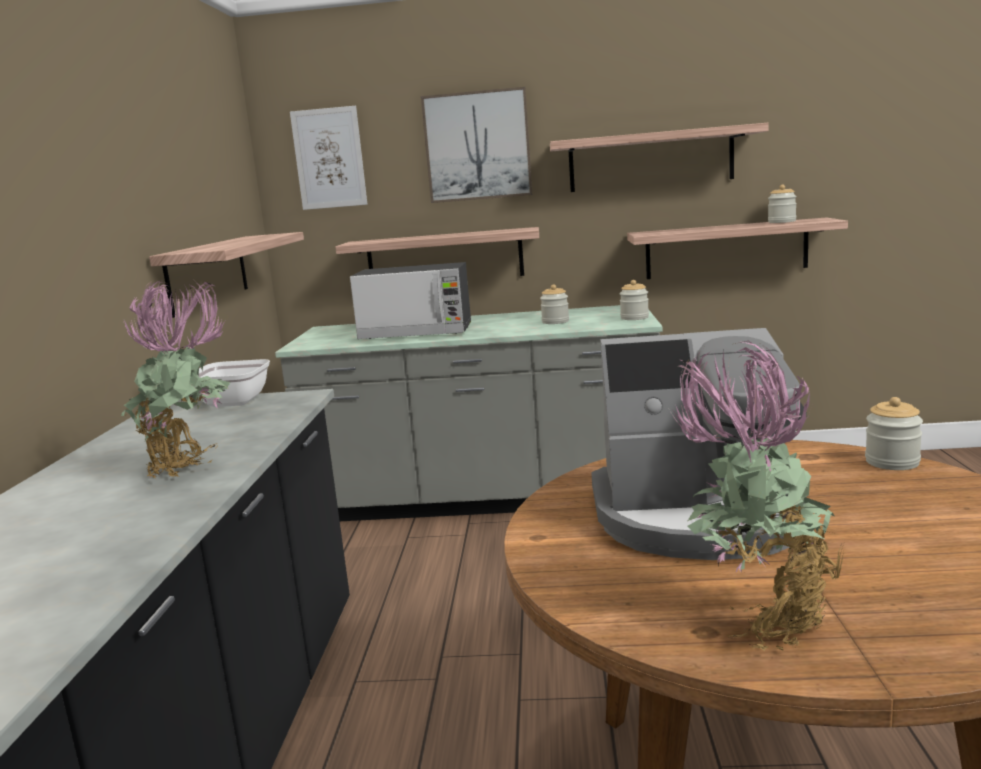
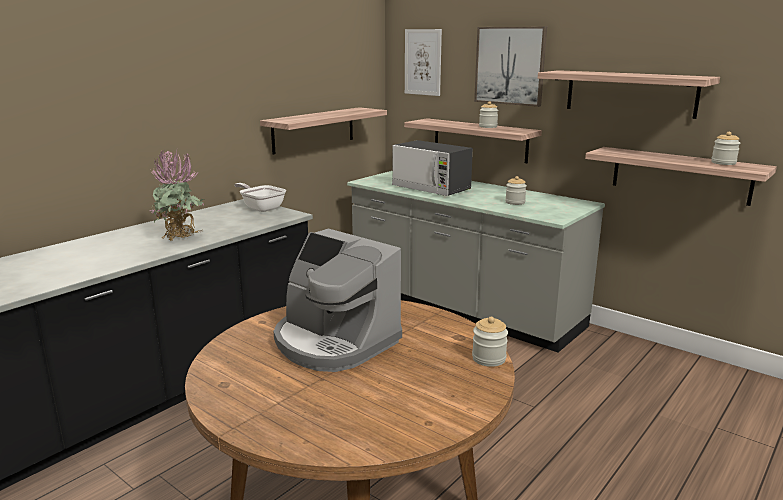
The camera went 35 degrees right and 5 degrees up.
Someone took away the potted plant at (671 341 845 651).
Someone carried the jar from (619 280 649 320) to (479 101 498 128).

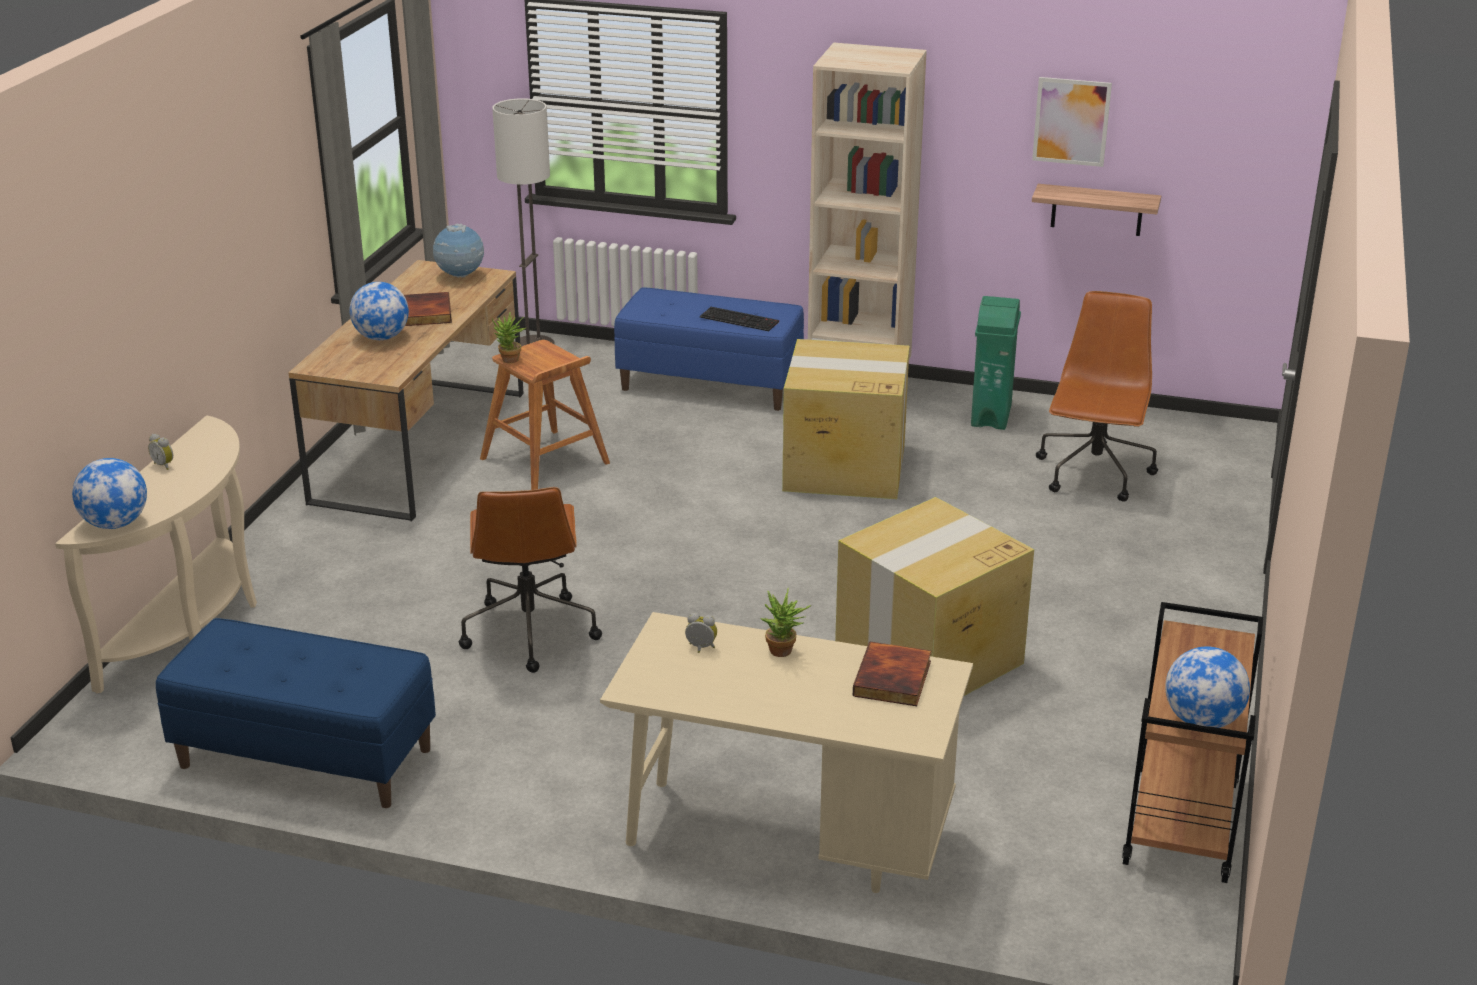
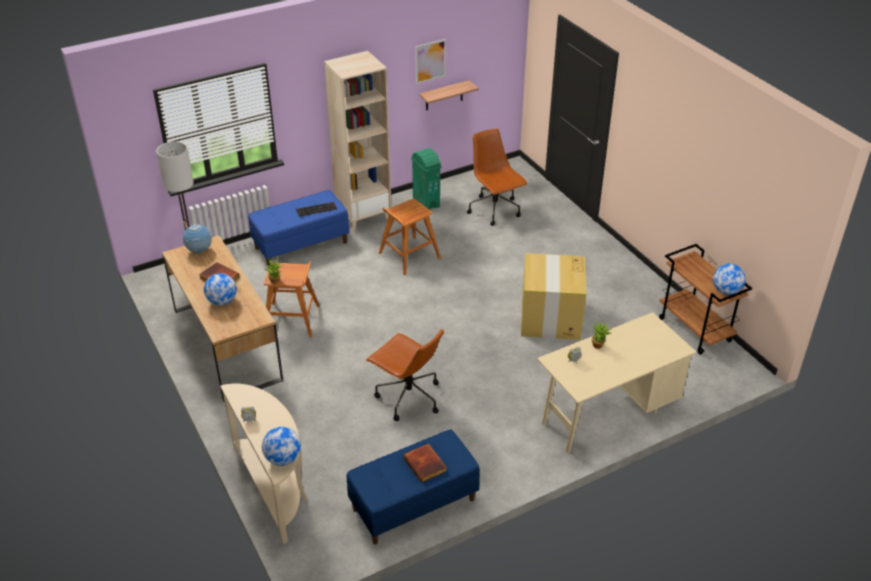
The camera went 45 degrees left and 10 degrees up.
Someone carried the bound book from (853 642 931 706) to (404 443 447 483).
Someone swapped the carton at (782 339 909 499) for the brown-coloured stool seat at (379 199 441 276).

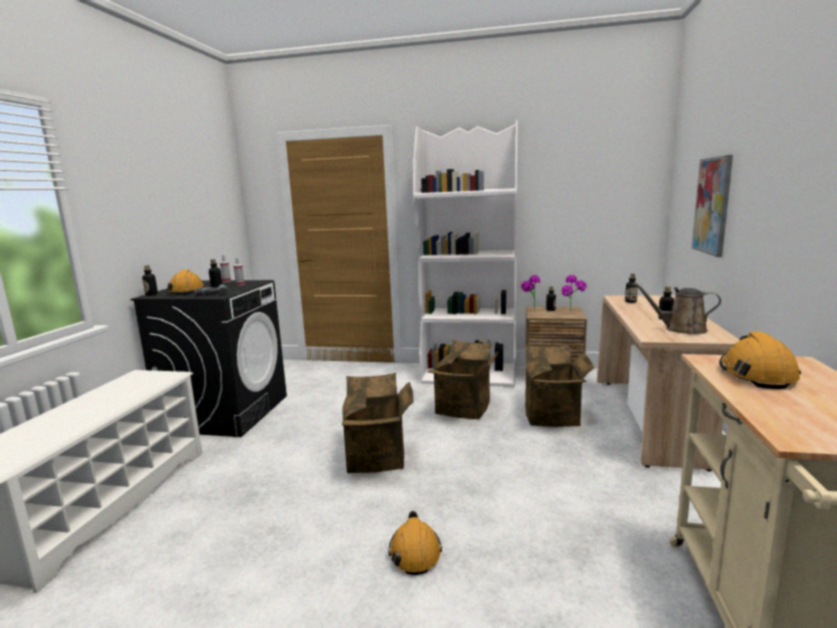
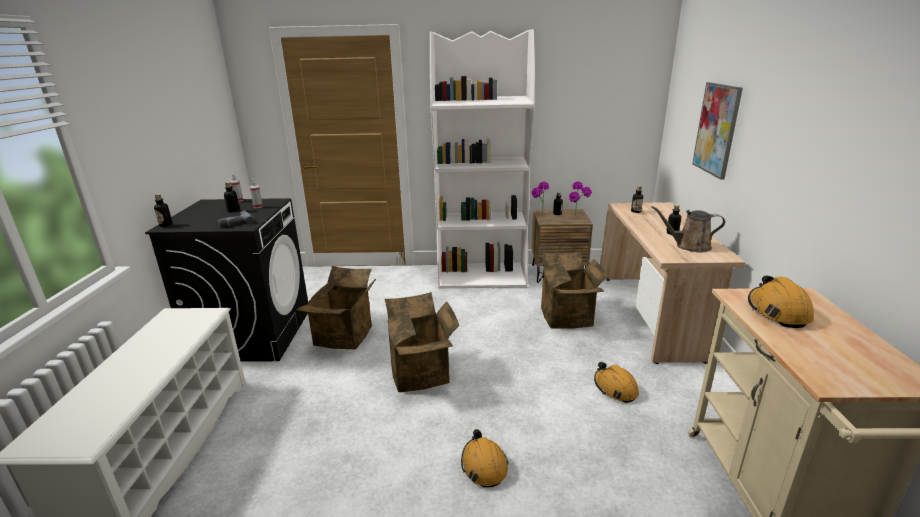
The camera went 10 degrees left and 10 degrees up.
Someone carried the orangey hard hat from (167 269 205 295) to (594 362 639 403).
Someone carried the carton from (427 340 499 419) to (296 266 376 349).

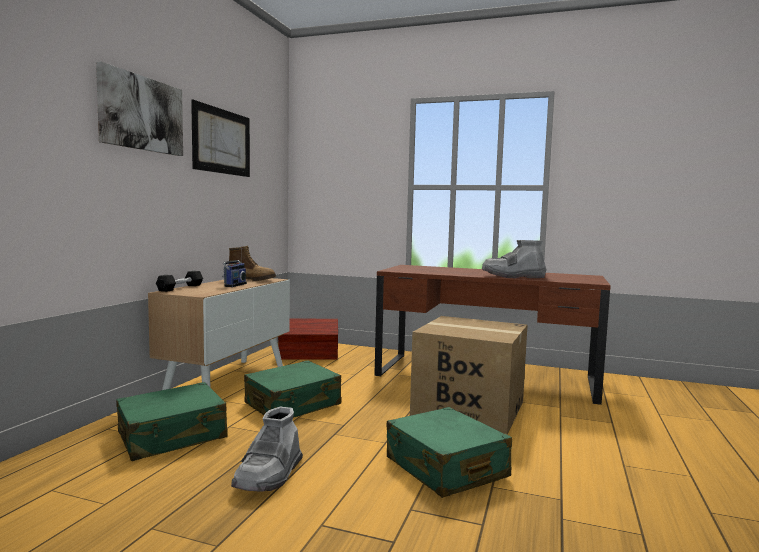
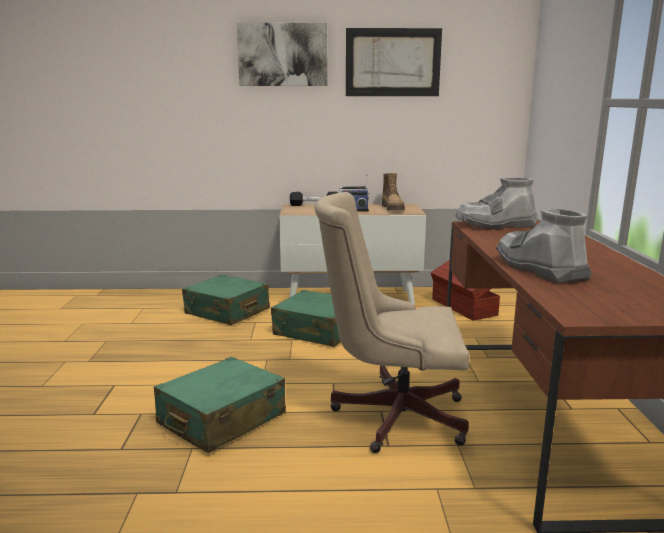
The camera went 70 degrees right and 10 degrees up.
Someone carried the greyish high-top boot from (231 407 303 492) to (456 178 537 230).
Someone swapped the carton at (410 316 527 434) for the beige computer chair at (314 192 469 453).

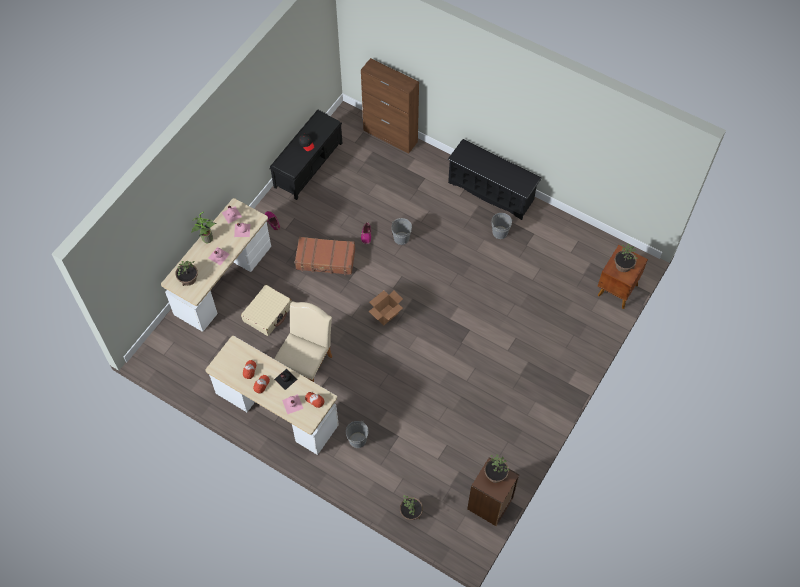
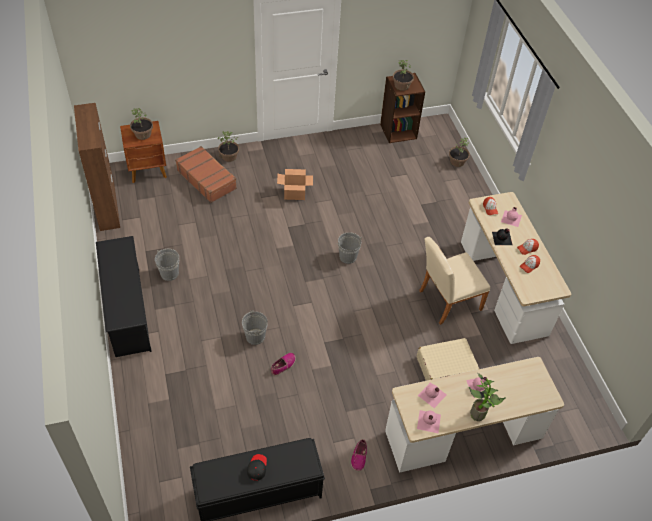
The camera went 140 degrees left and 10 degrees down.
Someone carried the potted plant from (176 260 198 286) to (218 131 239 162).
Someone carried the brown-coloured piece of luggage from (295 237 355 275) to (175 146 237 203).
Someone carried the greyish water bucket from (346 421 369 448) to (338 232 362 264).
Someone carried the brown-coloured cabinet from (361 58 419 153) to (74 103 120 231).
Someone carried the carton from (369 291 403 325) to (277 169 313 200).

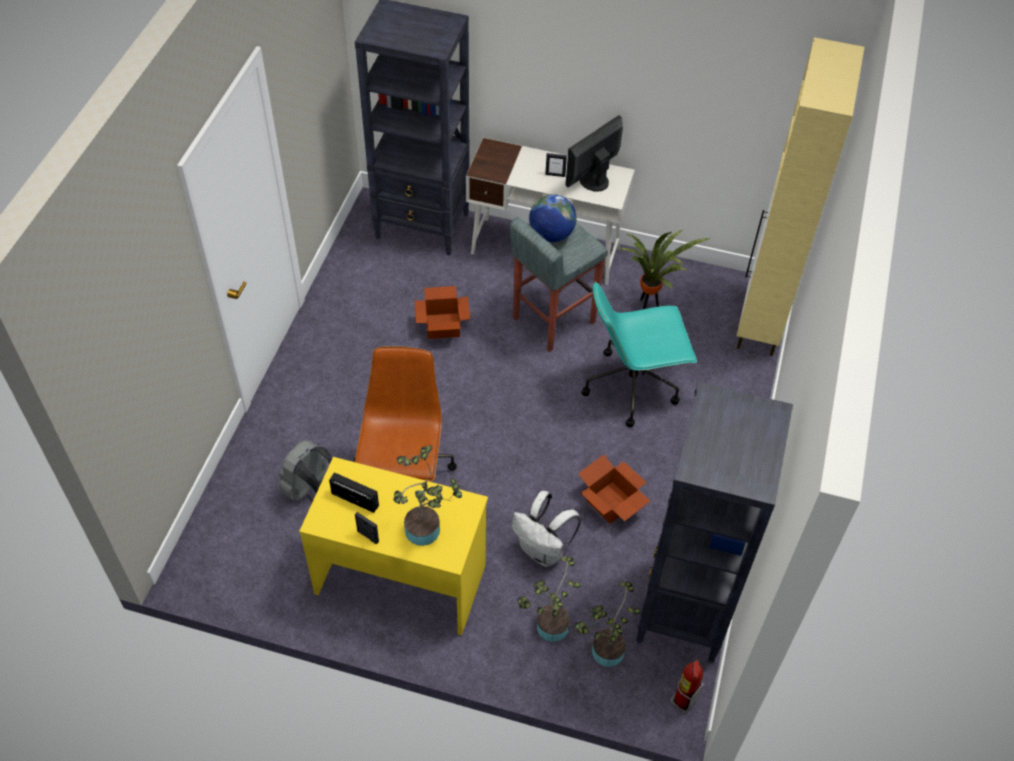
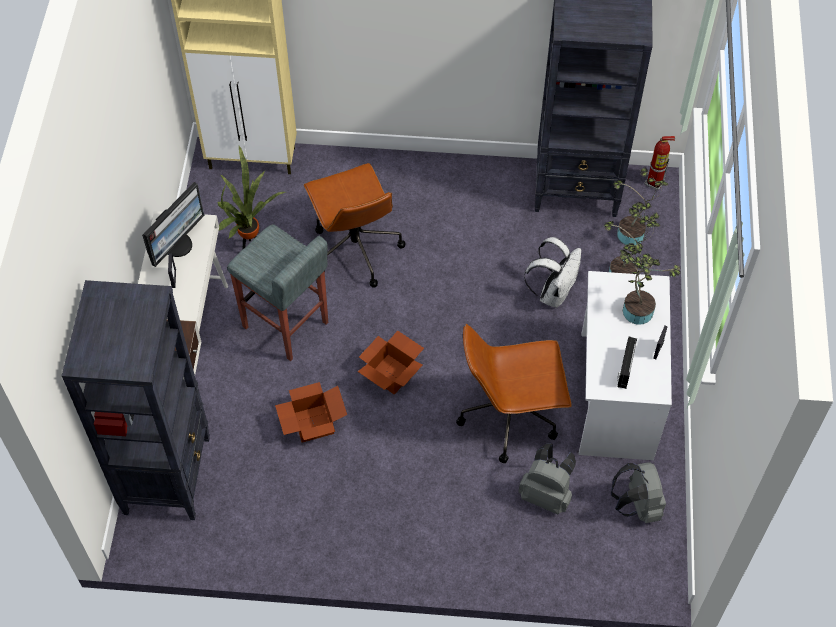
The camera went 100 degrees left and 5 degrees up.
Someone took away the globe at (529 194 577 242).
Someone put down the greyish rucksack at (611 462 666 523).
Someone carried the carton from (578 455 650 524) to (357 331 424 394).
Someone repainted the yellow-coloured desk table at (299 457 488 635), which became the white-coloured desk table at (579 271 672 460).
Someone repainted the turquoise-coloured computer chair at (581 281 697 427), which became the brown-coloured computer chair at (304 163 406 288).
Someone rotated the computer display at (565 115 623 192) by 90 degrees counterclockwise.

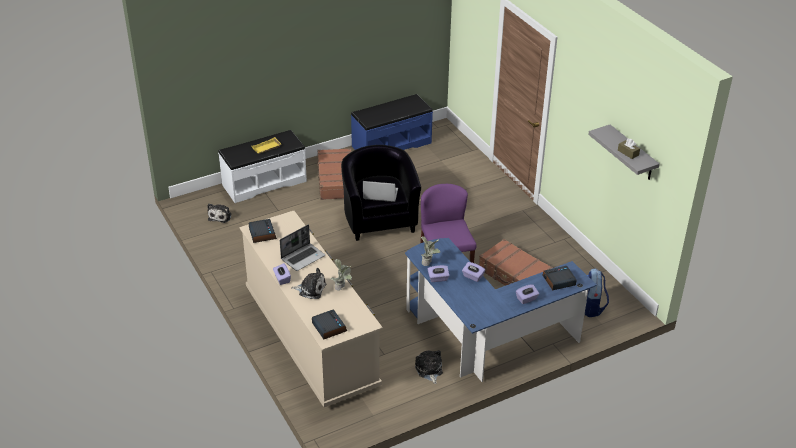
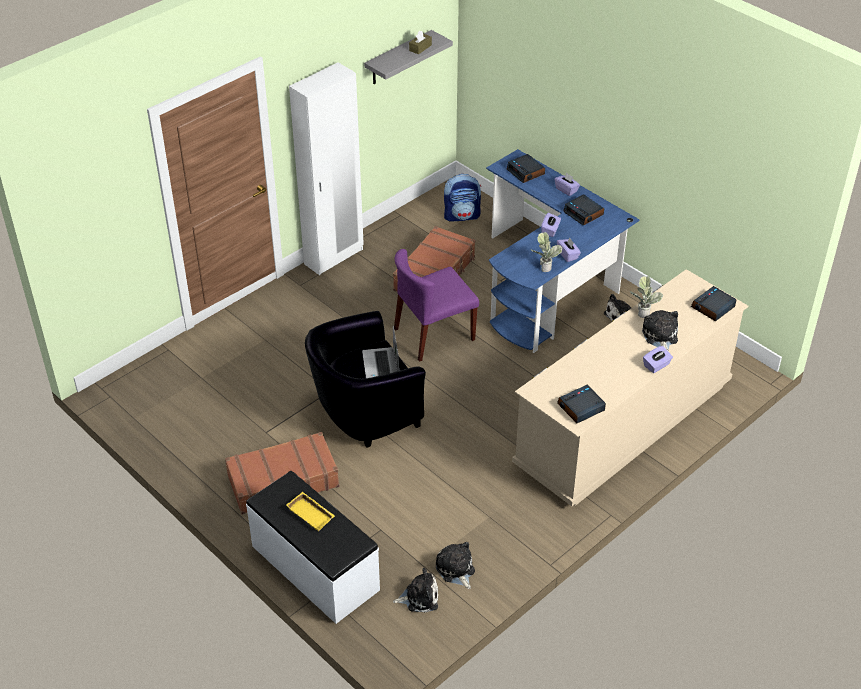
The camera went 105 degrees left and 5 degrees up.
Someone took away the laptop at (280 224 325 271).
Someone took away the blue bench at (351 94 433 150).
Someone put down the white-coloured armoire at (289 62 364 275).
Someone put down the soft toy at (436 542 475 589).
Someone put down the table clock at (563 194 604 226).

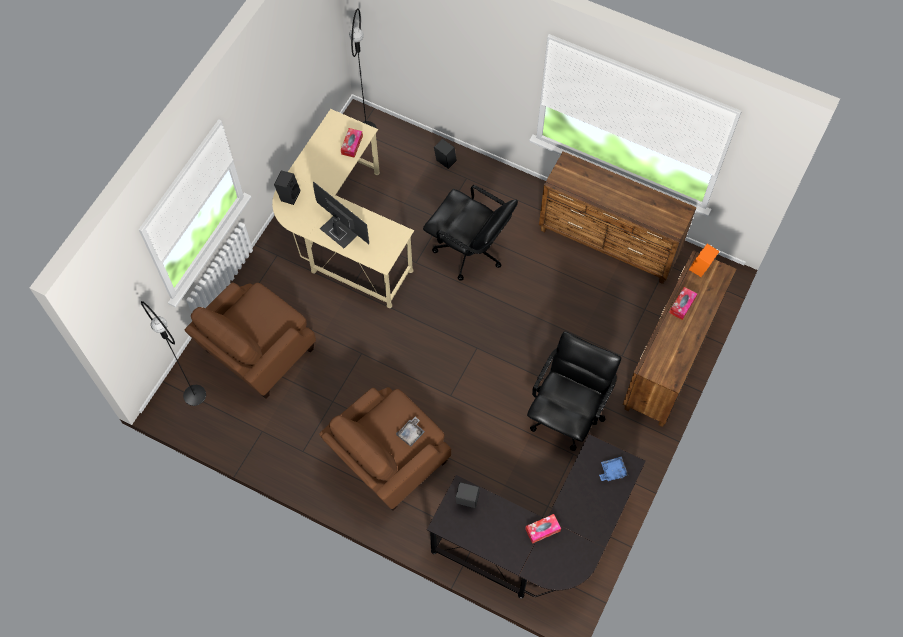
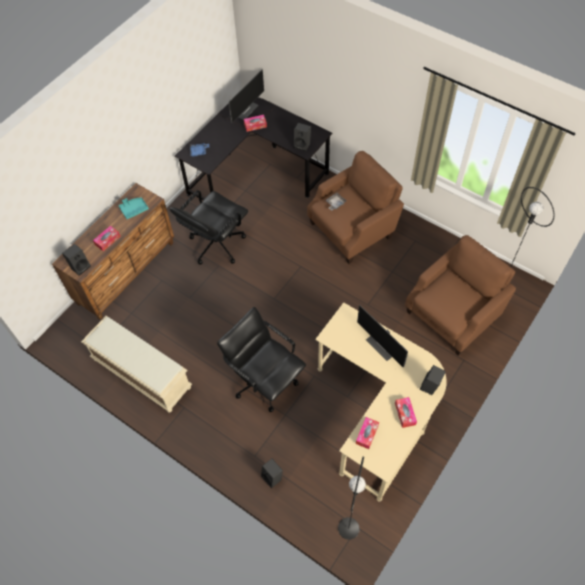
The camera went 170 degrees left and 5 degrees down.
Someone put down the turquoise-coloured carrying tray at (119 198 149 219).
Someone put down the computer display at (229 69 264 123).
Someone put down the tissue box at (395 397 417 428).
Someone swapped the brown-coloured drawer chest at (539 151 697 284) for the beige bench at (81 316 192 413).
Someone repainted the orangey speaker at (689 243 720 277), which became the black speaker at (62 244 91 276).

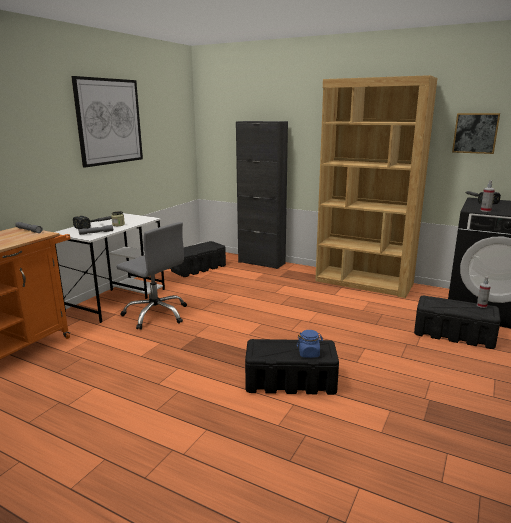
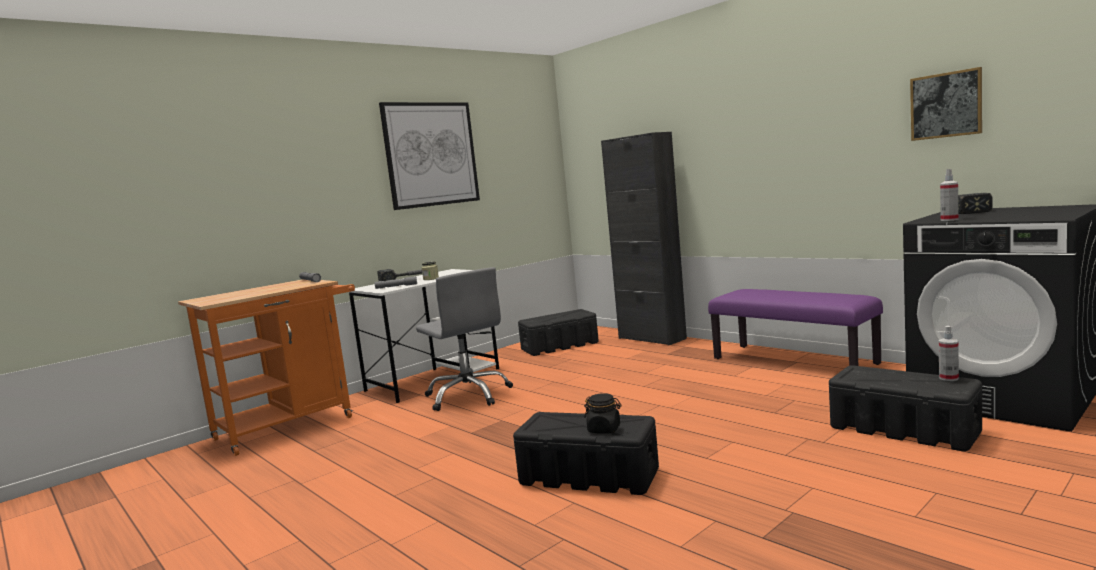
The camera went 20 degrees right and 10 degrees down.
Someone swapped the brown-coloured shelving unit at (315 75 437 298) for the purple bench at (708 289 883 366).
Someone repainted the blue jar at (297 330 323 358), which became the black jar at (584 393 622 434).

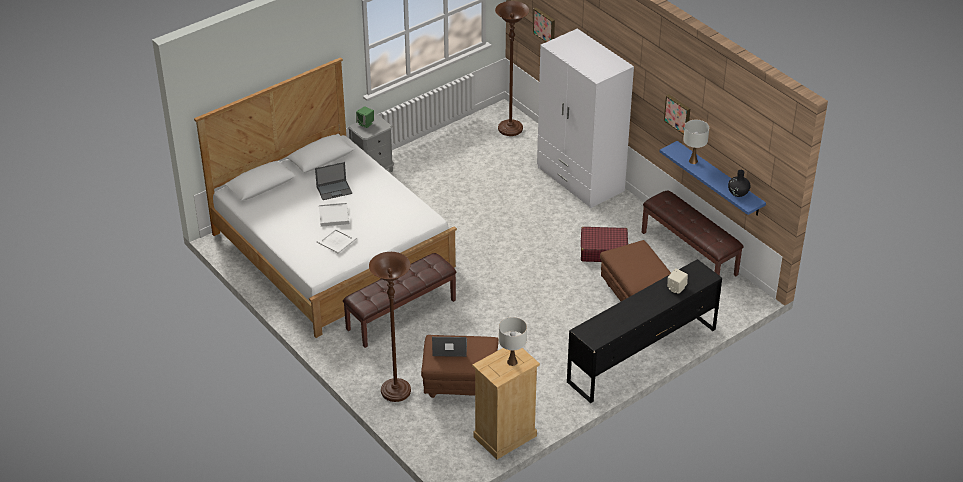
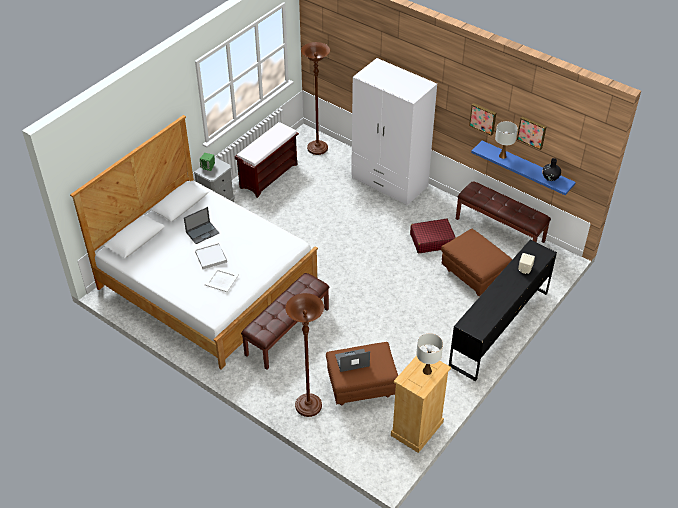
The camera went 15 degrees left and 5 degrees up.
Someone put down the brown-coloured bench at (235 122 299 198).
Someone carried the wall picture from (533 8 555 42) to (517 116 546 150).

